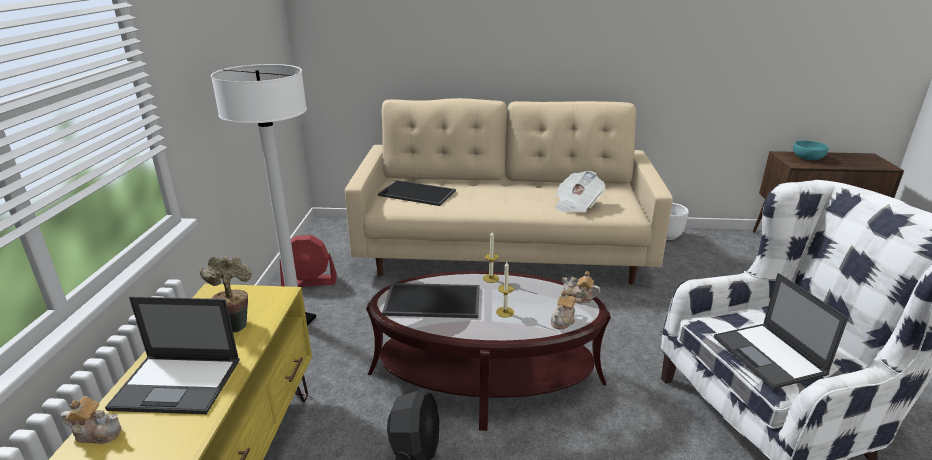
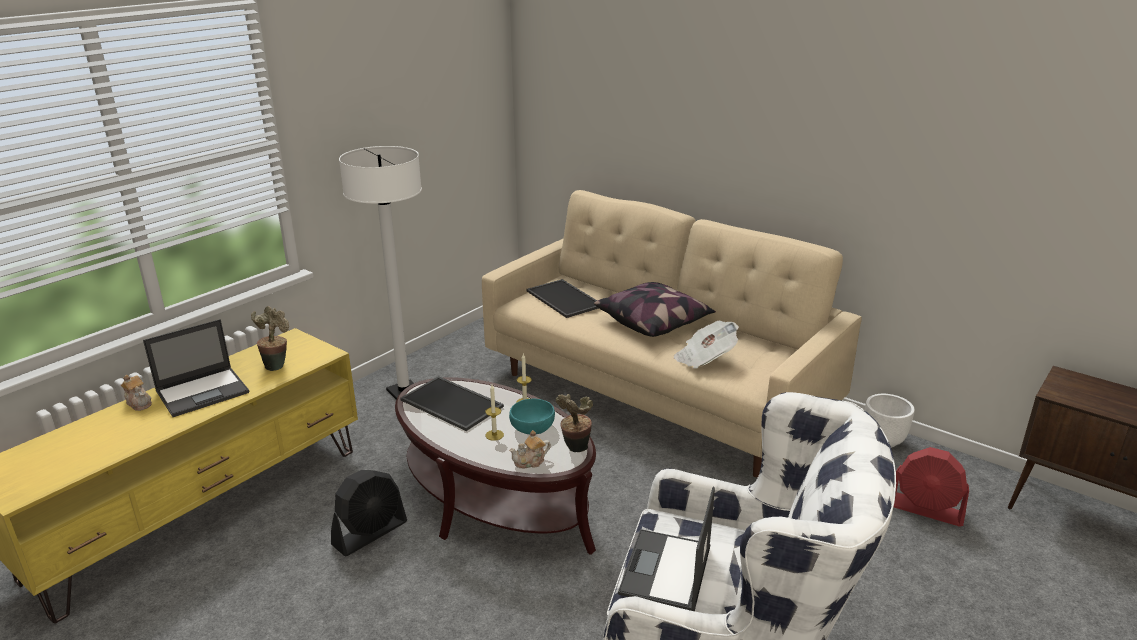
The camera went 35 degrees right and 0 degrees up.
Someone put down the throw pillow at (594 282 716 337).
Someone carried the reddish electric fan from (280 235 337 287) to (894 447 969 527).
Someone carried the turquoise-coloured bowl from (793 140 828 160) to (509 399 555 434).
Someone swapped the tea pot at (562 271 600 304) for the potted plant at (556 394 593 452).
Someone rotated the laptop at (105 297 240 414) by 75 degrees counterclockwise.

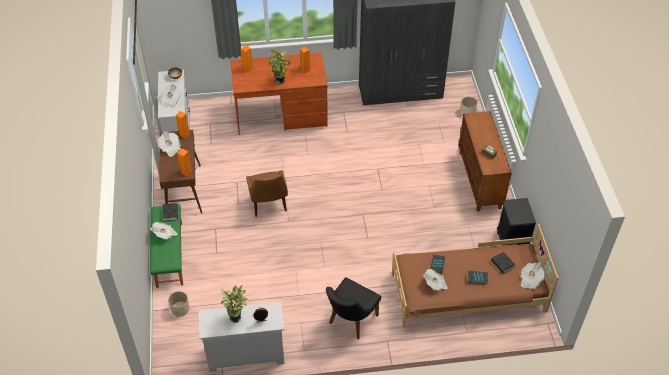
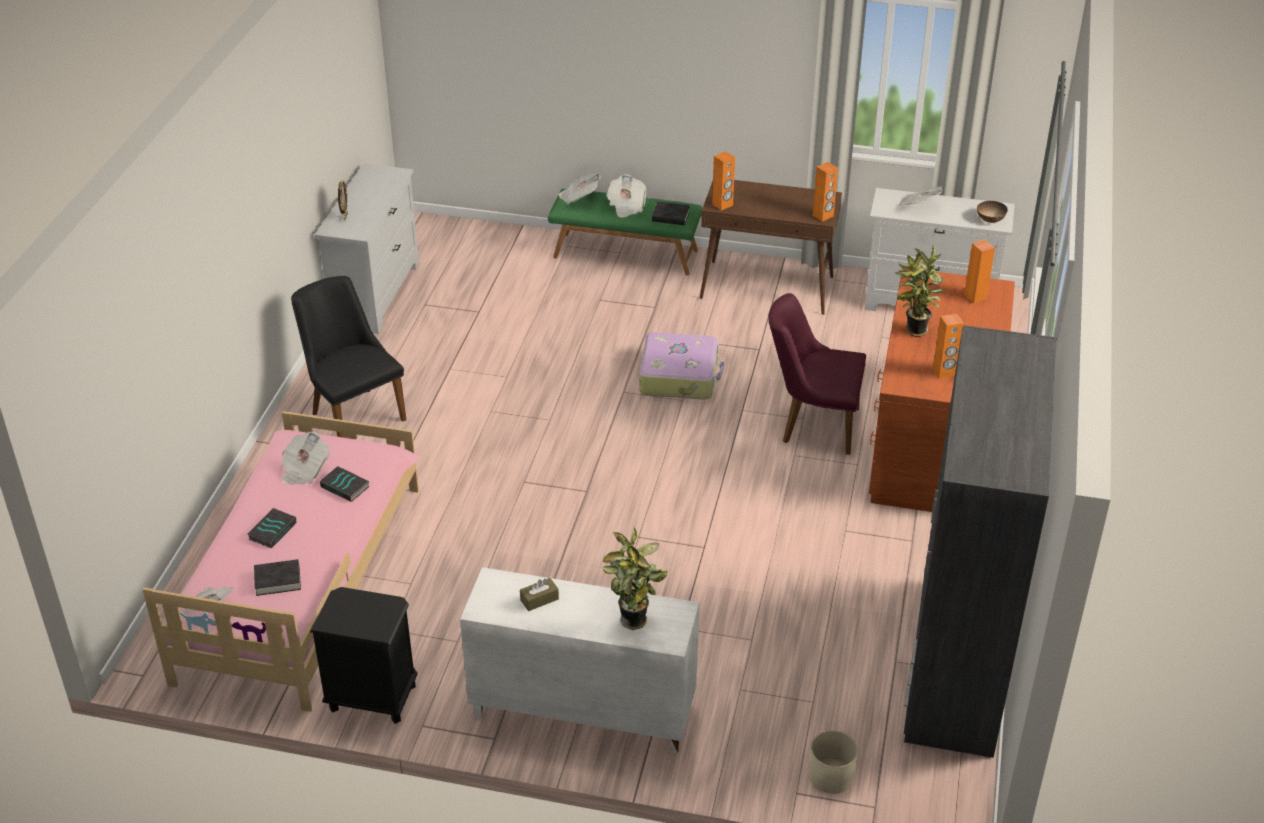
The camera went 110 degrees right and 10 degrees down.
Someone took away the beige flower pot at (168 291 190 317).
Someone put down the purple chair at (768 293 866 455).
Someone carried the newspaper from (158 132 181 157) to (558 171 601 204).
Someone carried the potted plant from (221 285 248 323) to (602 527 668 631).
Someone swapped the brown-coloured chair at (246 170 288 217) for the piece of luggage at (639 332 724 400).
Someone repainted the brown-coloured bedroom bed at (392 224 559 328), which became the pinkish bedroom bed at (142 411 422 712).
Someone repainted the brown-coloured cabinet at (458 111 512 211), which became the white-coloured cabinet at (460 567 699 754).

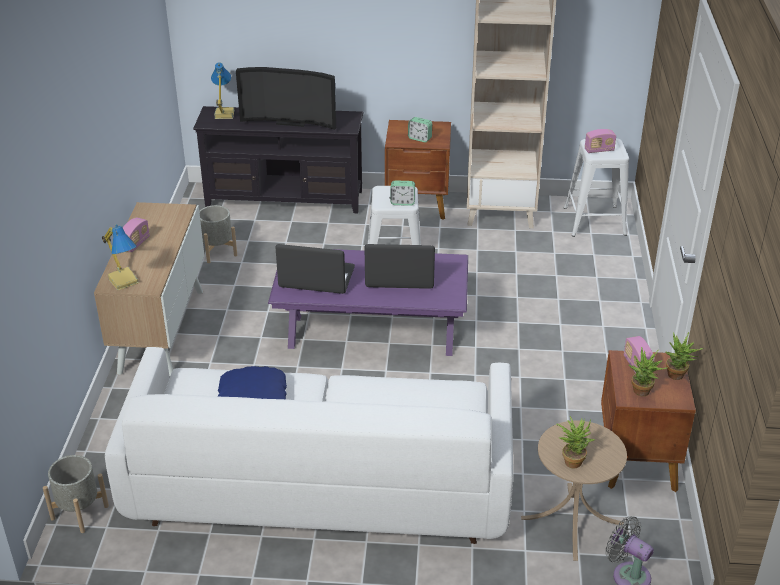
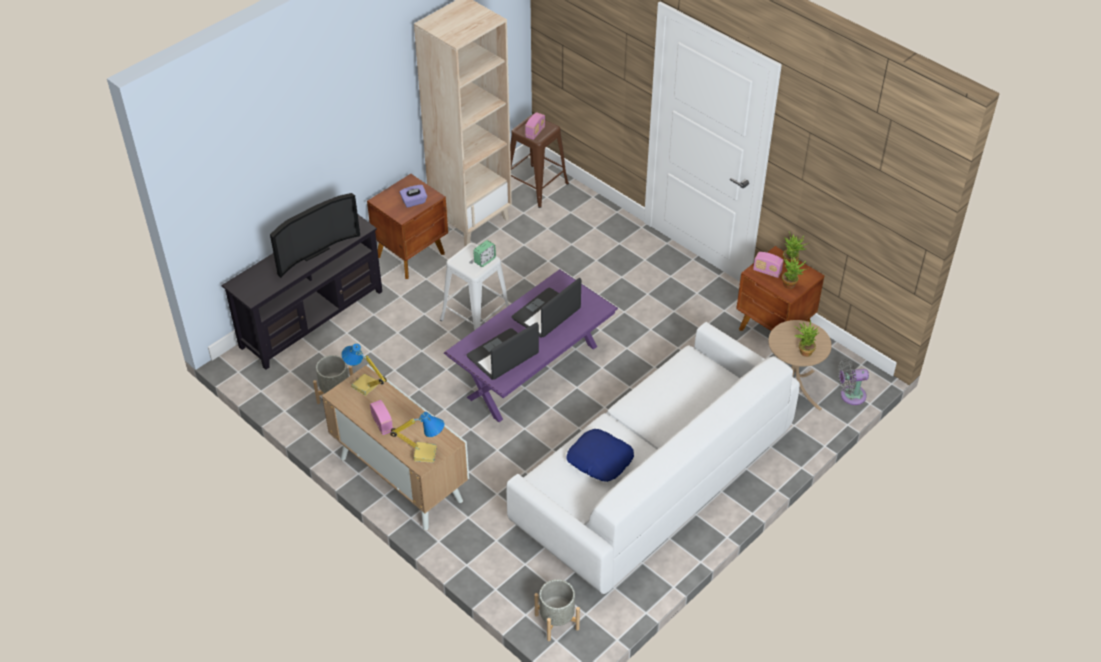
The camera went 50 degrees left and 10 degrees up.
Someone carried the lamp for a table from (211 62 234 119) to (342 343 387 396).
Someone swapped the table clock at (408 117 432 142) for the purple tissue box at (399 185 427 208).
Someone repainted the white-coloured stool seat at (564 138 629 237), which became the brown-coloured stool seat at (510 115 569 208).

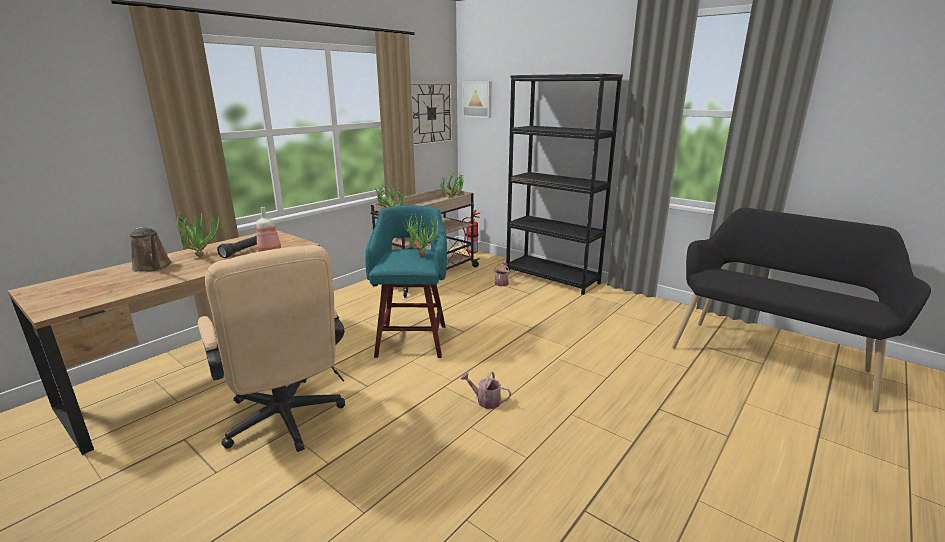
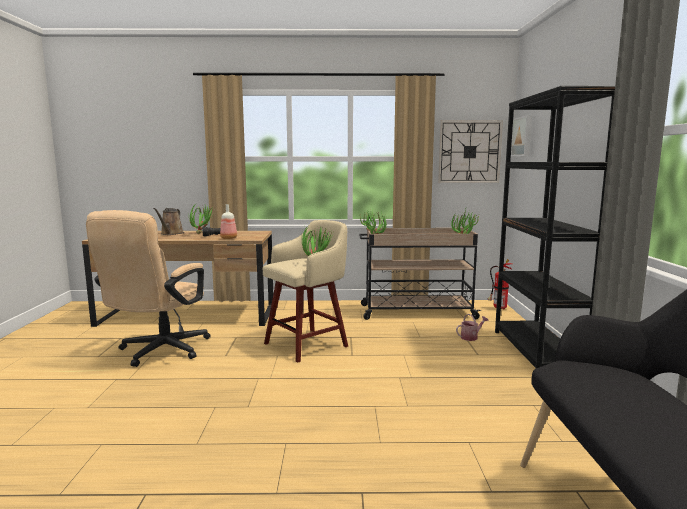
The camera went 50 degrees right and 10 degrees down.
Someone took away the watering can at (461 371 511 409).
Someone repainted the turquoise-coloured stool seat at (365 205 447 358), which became the beige stool seat at (263 220 348 363).

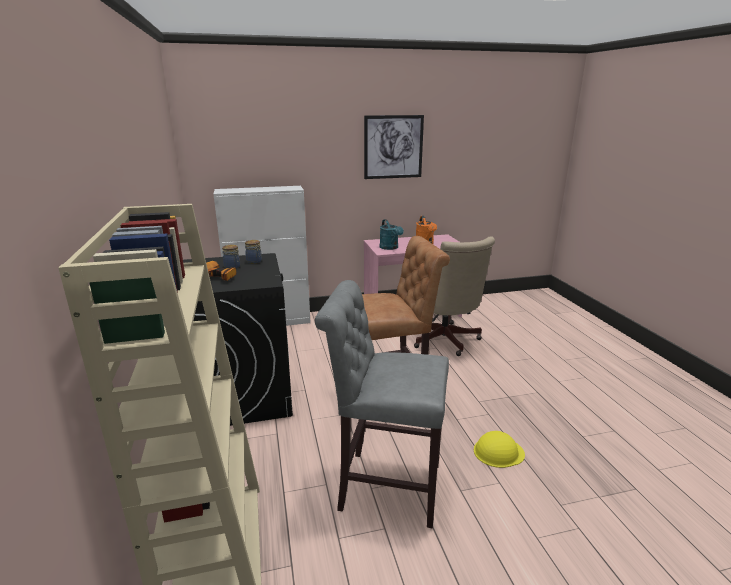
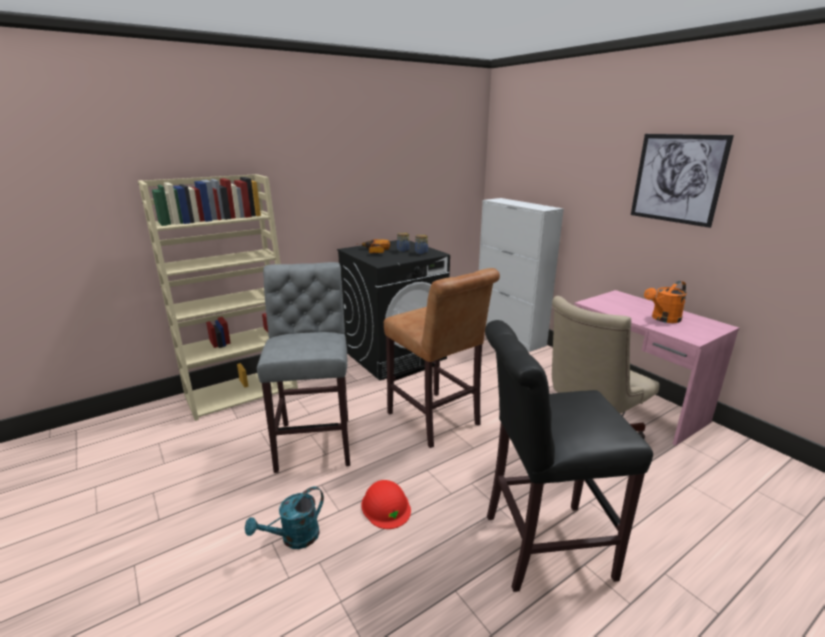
The camera went 70 degrees right and 0 degrees up.
Someone put down the black stool seat at (485 320 653 592).
Someone carried the turquoise-coloured watering can from (380 219 404 250) to (245 486 324 549).
Someone repainted the yellow-coloured hard hat at (474 431 525 468), which became the reddish hard hat at (361 480 411 529).

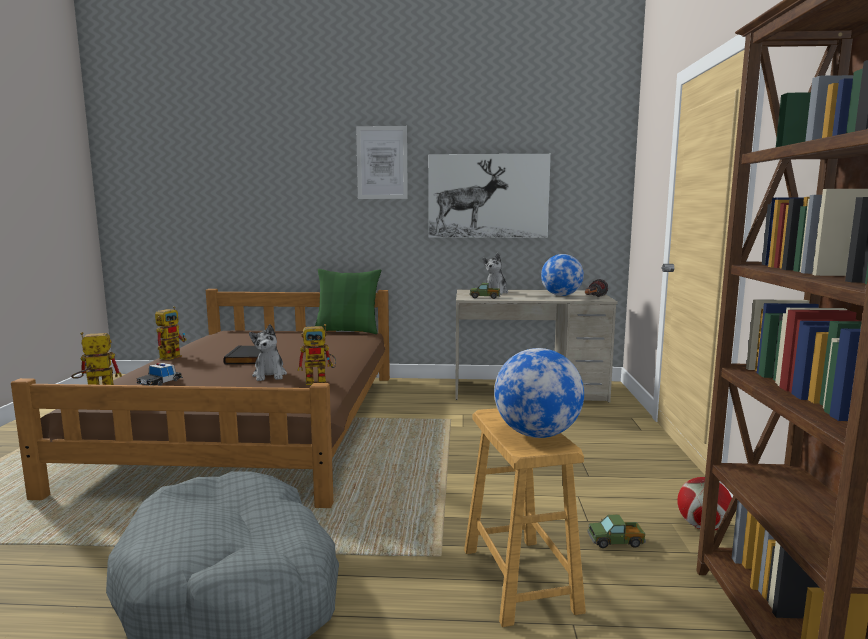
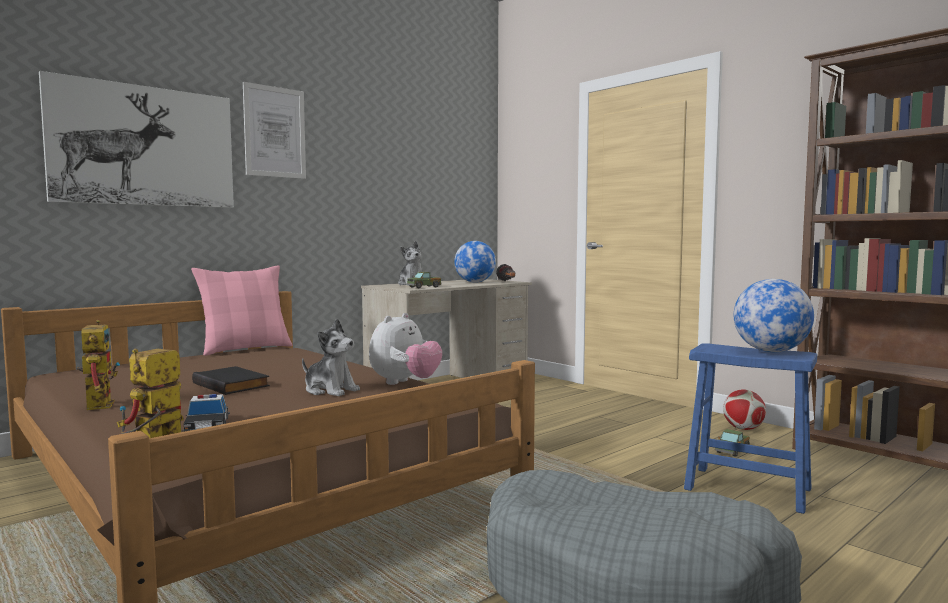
The camera went 45 degrees left and 5 degrees down.
Someone carried the wall picture from (428 154 551 238) to (39 71 234 208).
Someone swapped the robot figure at (298 324 336 385) for the soft toy at (369 313 443 385).
Someone repainted the greenish throw pillow at (315 269 381 334), which became the pinkish throw pillow at (191 265 292 356).
Someone repainted the brown-coloured stool seat at (464 408 586 627), which became the blue stool seat at (684 344 817 514).

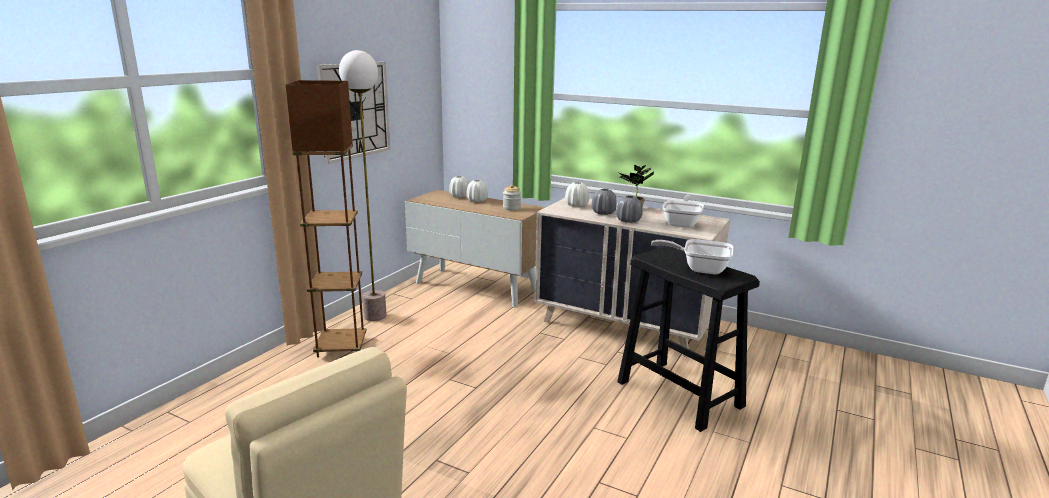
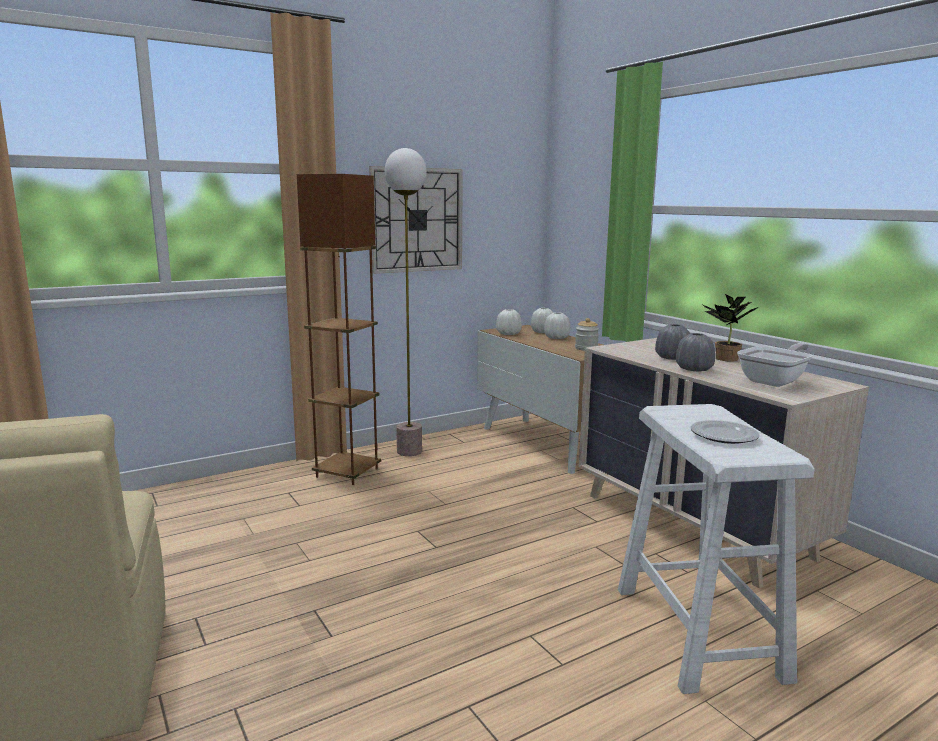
The camera went 30 degrees right and 5 degrees down.
Someone carried the white-coloured decorative vase from (565 182 589 207) to (496 309 522 335).
Someone swapped the frying pan at (651 239 733 274) for the plate at (690 420 760 444).
Someone repainted the black stool seat at (617 247 760 432), which became the white-coloured stool seat at (618 404 815 694).

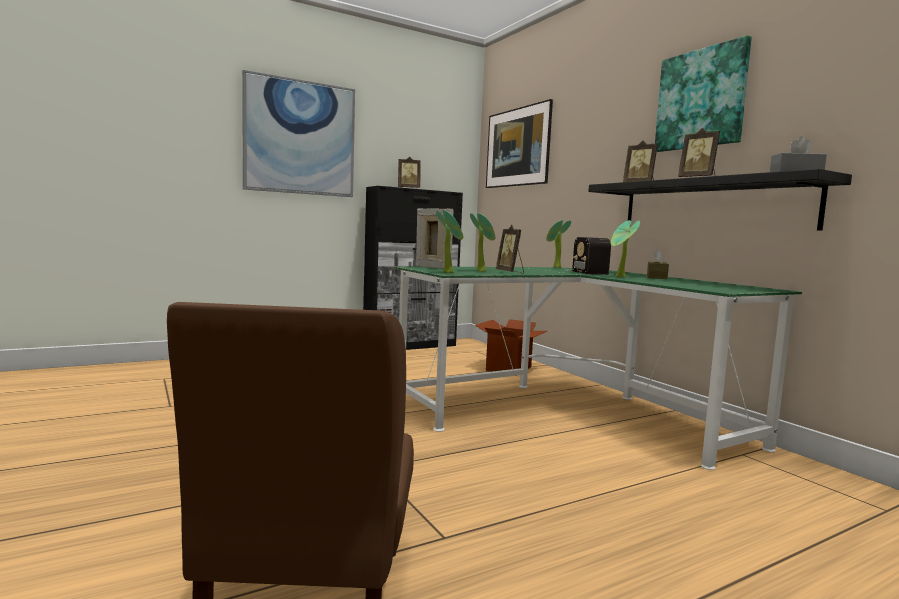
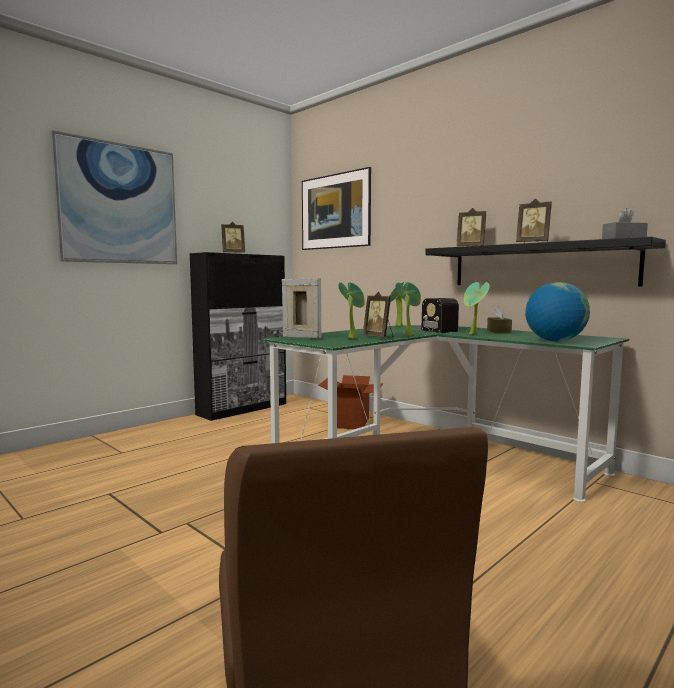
The camera went 15 degrees left and 0 degrees up.
Someone took away the wall picture at (655 35 752 152).
Someone put down the globe at (525 282 590 342).
Someone carried the potted plant from (436 210 463 273) to (396 282 421 336).

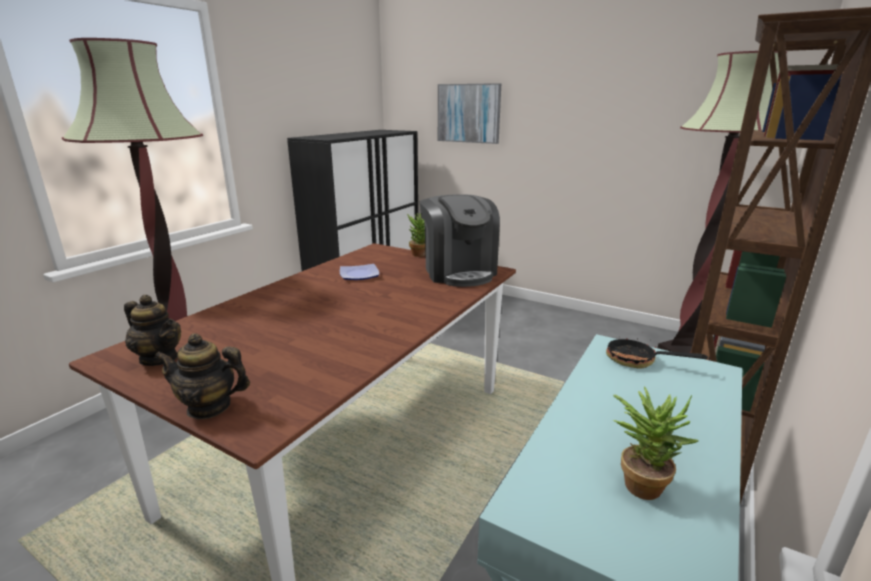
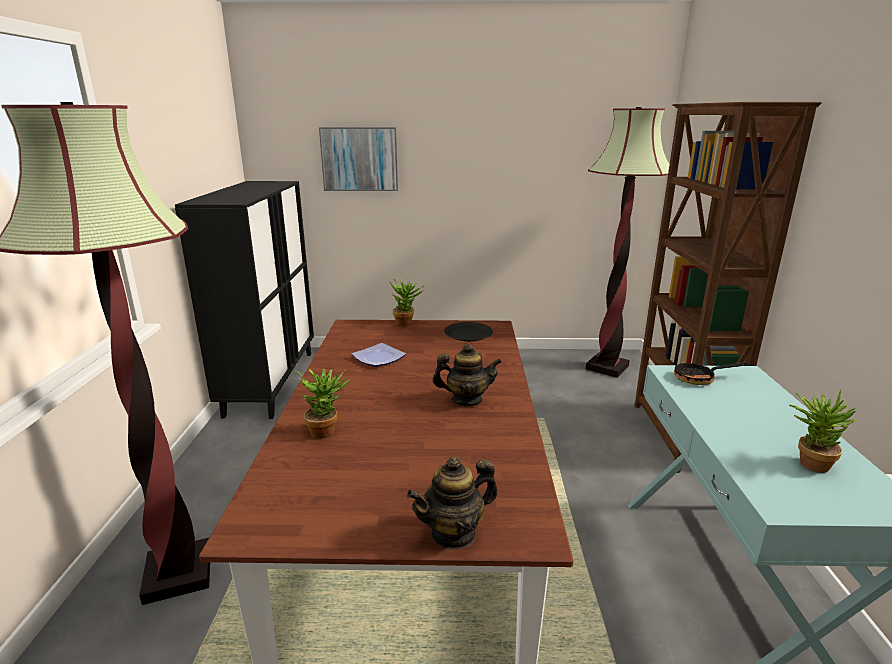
The camera went 30 degrees left and 0 degrees up.
Someone put down the potted plant at (295 369 351 439).
Someone carried the tea pot from (124 295 181 366) to (433 343 502 406).
Someone swapped the coffee brewer at (420 194 500 287) for the black plate at (444 322 493 341).

